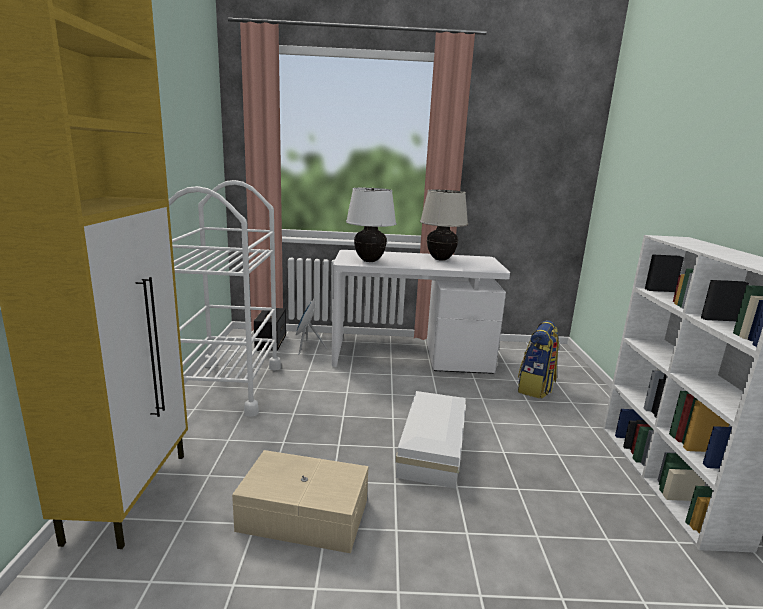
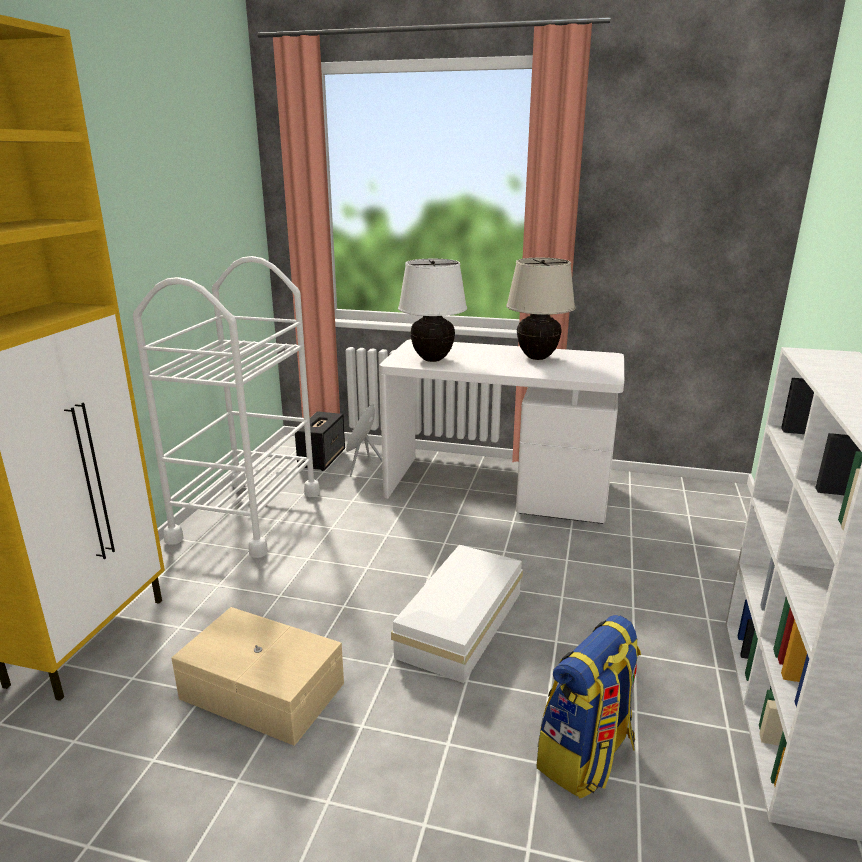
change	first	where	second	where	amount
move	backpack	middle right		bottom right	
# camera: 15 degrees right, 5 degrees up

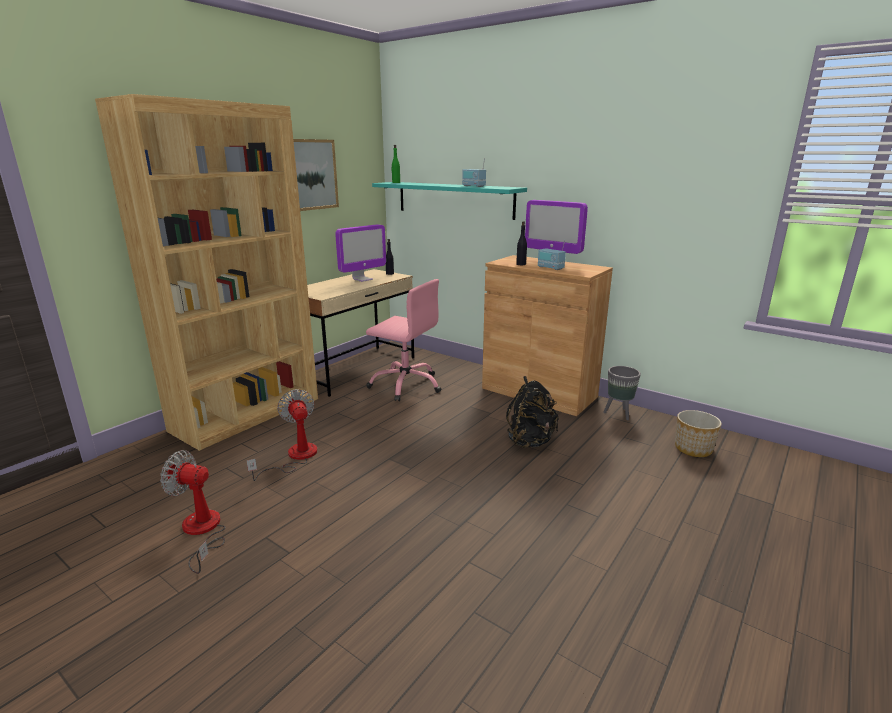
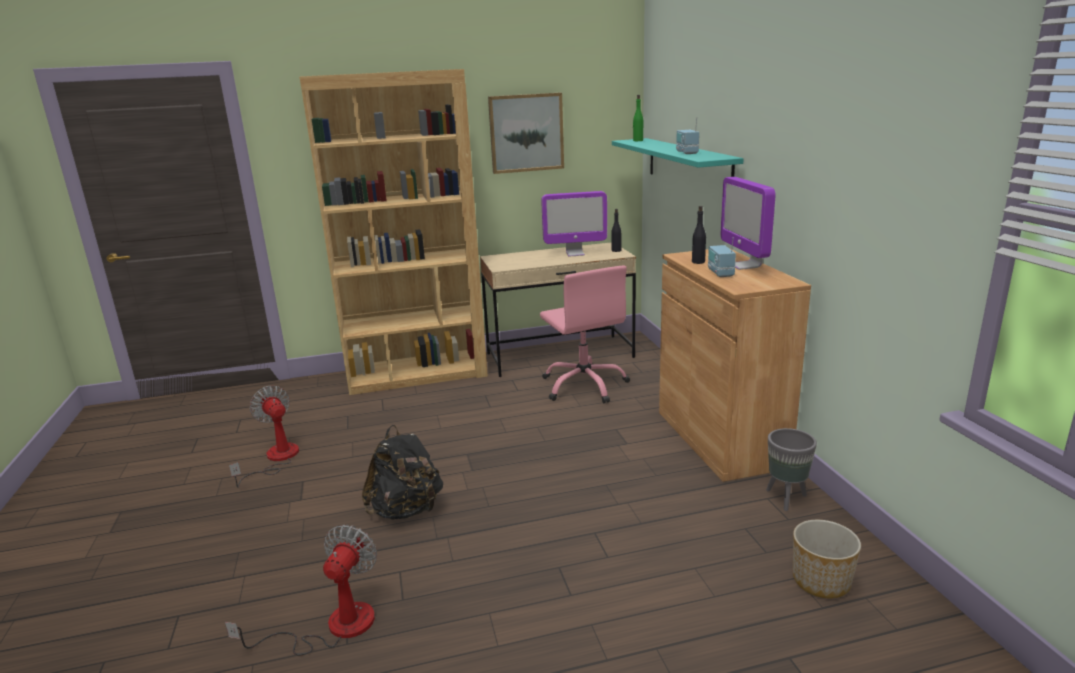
change	first	where	second	where	amount
move	black backpack	centre		bottom centre	
move	fan (2nd from left)	middle left		bottom left	
# camera: 40 degrees right, 0 degrees up

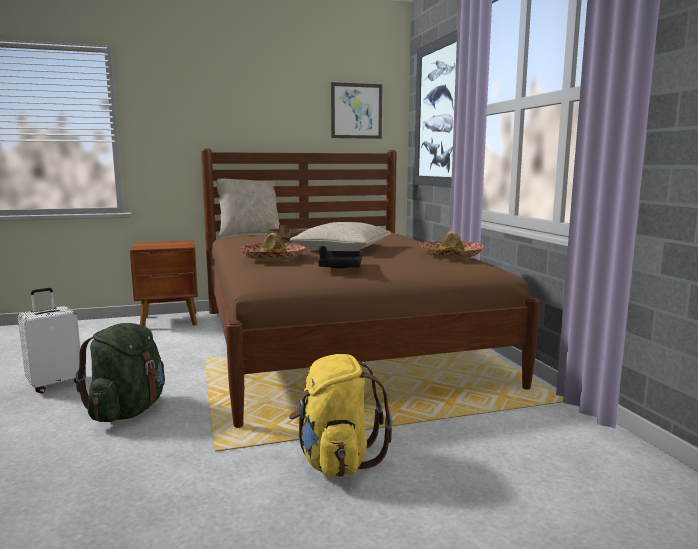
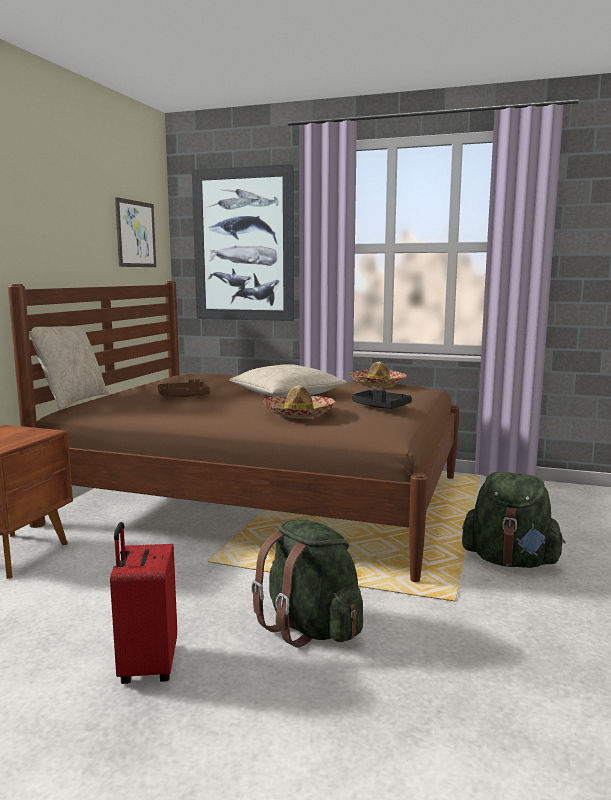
change	first	where	second	where	amount
recolor	white suitcase	middle left	red suitcase	bottom left	
recolor	yellow backpack	bottom centre	green backpack (2nd from left)	middle right	
# camera: 55 degrees left, 0 degrees up

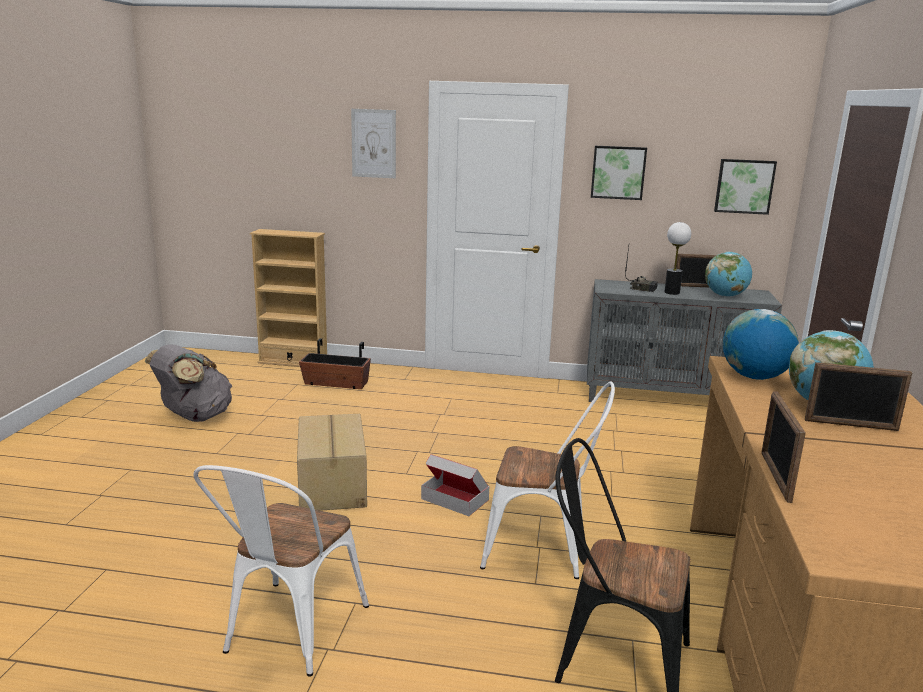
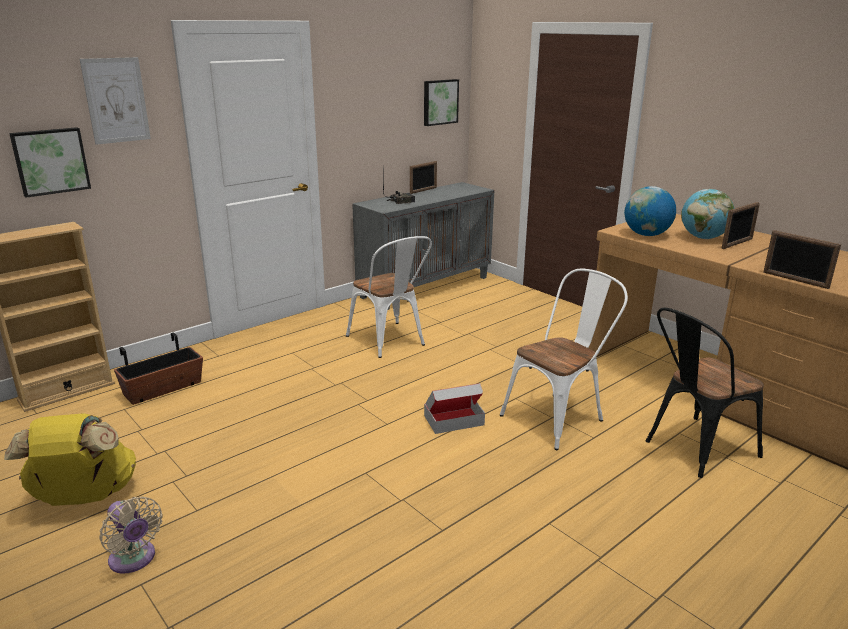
change	first	where	second	where	amount
move	picture (2nd from left in the first image)	top right	picture (1st from left)	top left	
delete	table lamp	middle right			
delete	globe (1st from left)	middle right			
recolor	grey backpack	middle left	yellow backpack	bottom left	
delete	cardboard box (1st from left)	bottom centre			
move	white chair (1st from left)	bottom left		centre	
insert			beige fan	bottom left	
# camera: 50 degrees left, 5 degrees up

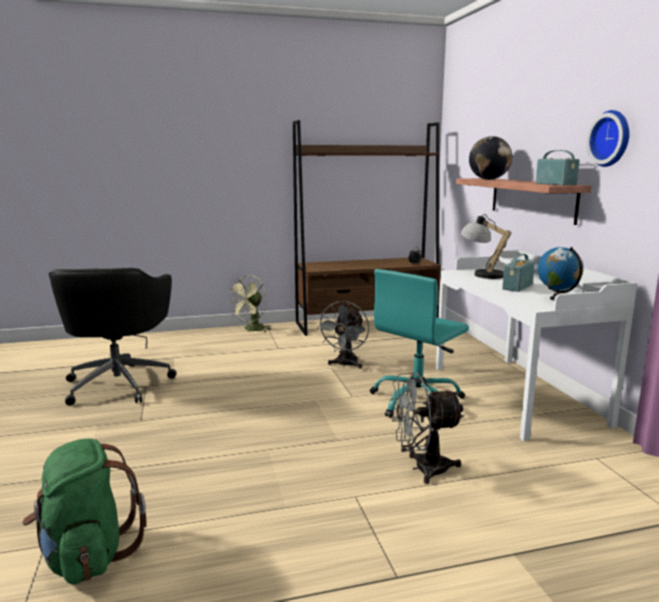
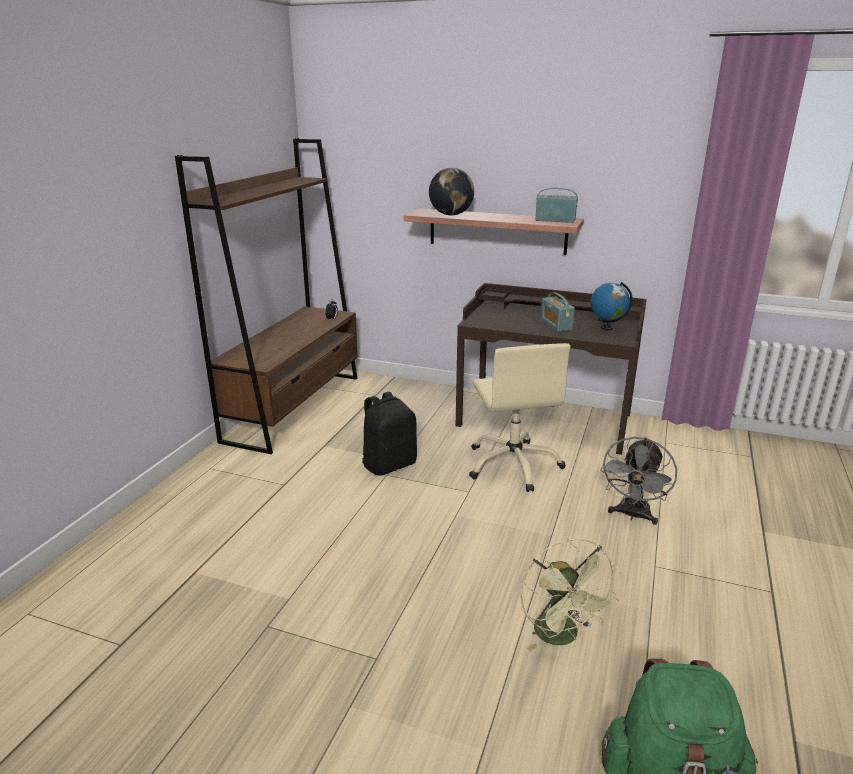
change	first	where	second	where	amount
delete	wall clock	top right			
delete	table lamp	middle right			
recolor	white desk	middle right	brown desk	centre	
delete	black office chair	middle left			
recolor	turquoise office chair	centre	beige office chair	centre	
move	green fan	centre		bottom right	
replace	grey fan (1st from left)	centre	black backpack	centre	
# camera: 55 degrees left, 10 degrees up

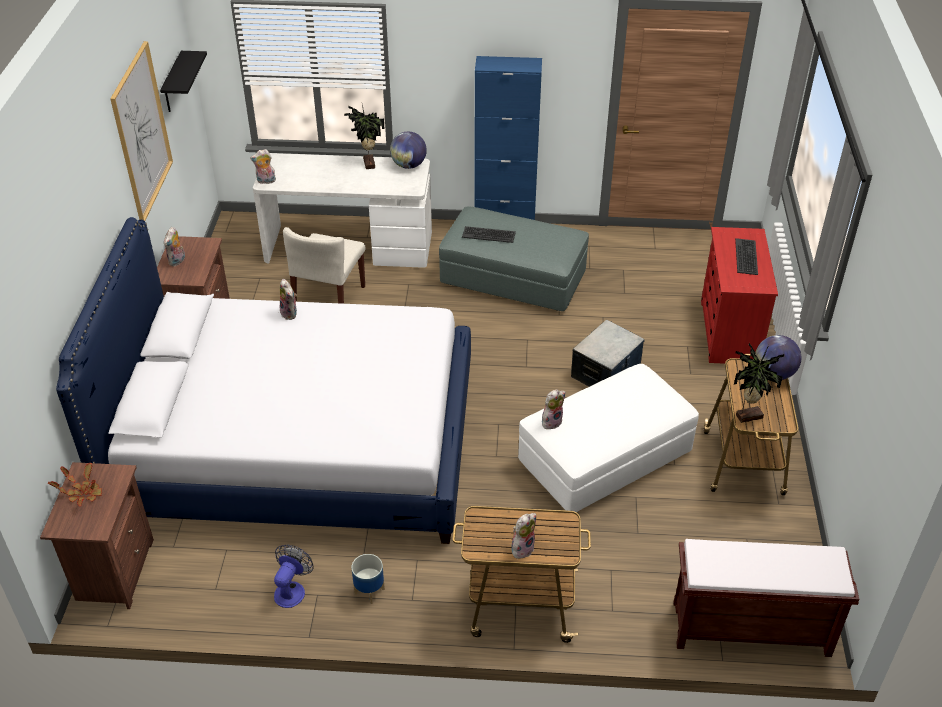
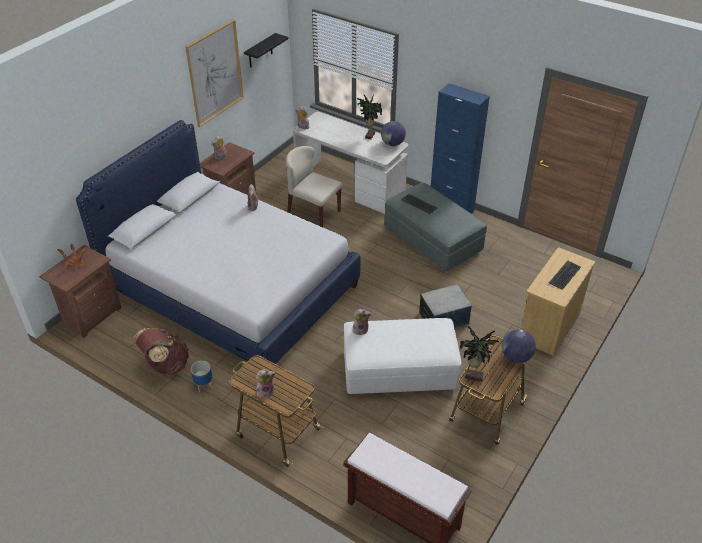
change	first	where	second	where	amount
rotate	beige chair	centre		centre	75 degrees clockwise
recolor	red dresser	middle right	beige dresser	middle right	
replace	fan	bottom left	brown backpack	middle left	
# camera: 30 degrees right, 0 degrees up

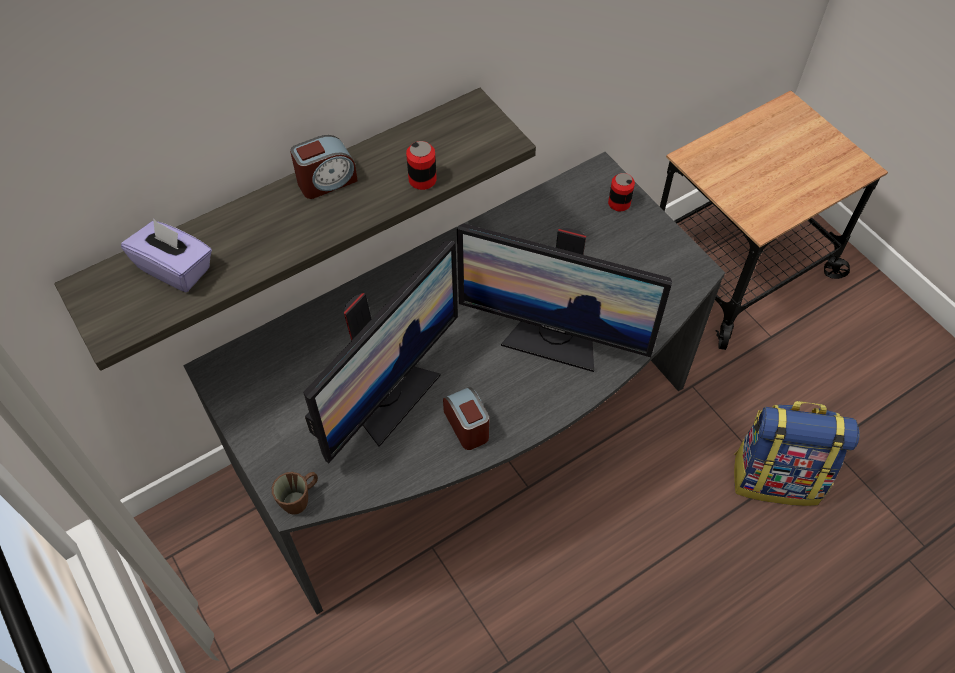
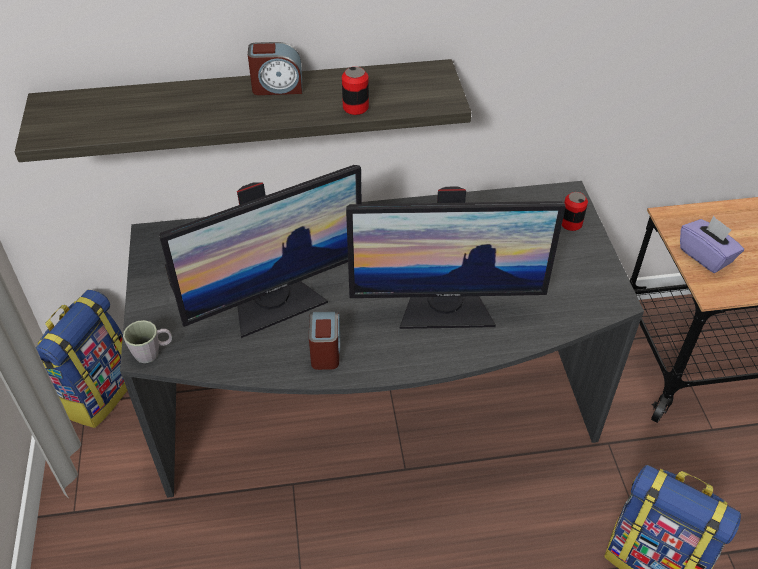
change	first	where	second	where	amount
move	purple tissue box	middle left		middle right	
rotate	monitor (2nd from left)	centre		centre	45 degrees counterclockwise
recolor	brown mug	bottom left	grey mug	middle left	
insert			backpack (1st from left)	middle left	
# camera: 25 degrees right, 10 degrees down

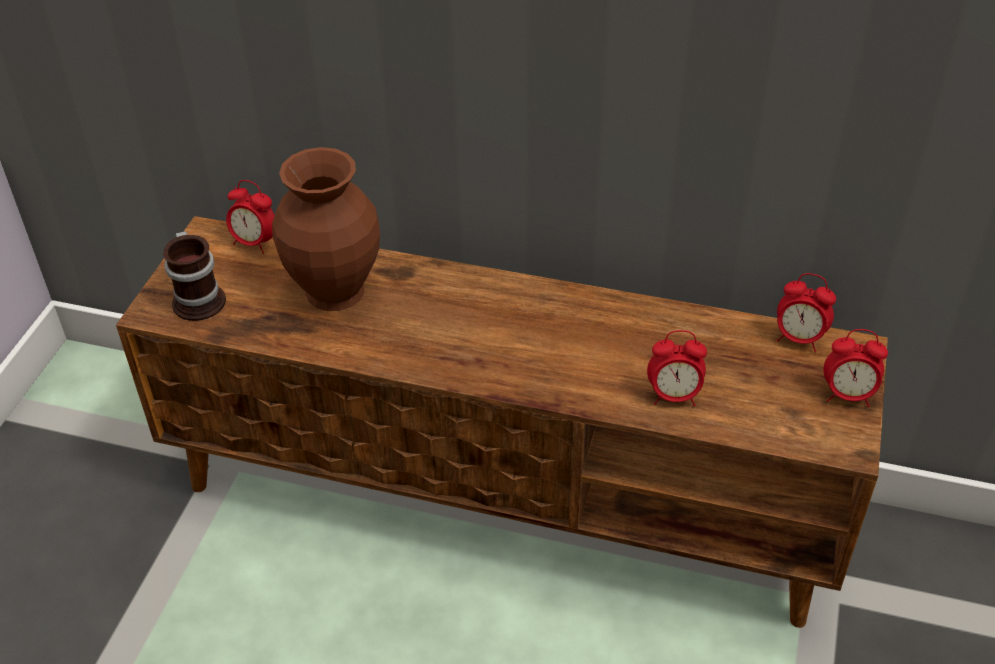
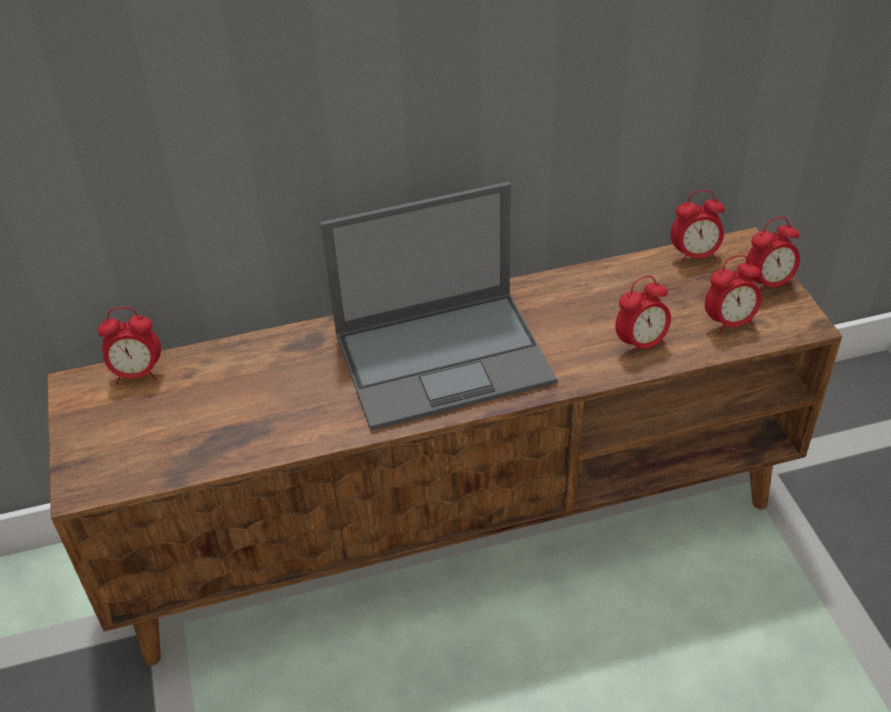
change	first	where	second	where	amount
delete	brown vase	middle left			
delete	mug	middle left			
insert			laptop	centre	
insert			alarm clock (4th from left)	middle right	
# camera: 30 degrees left, 0 degrees up

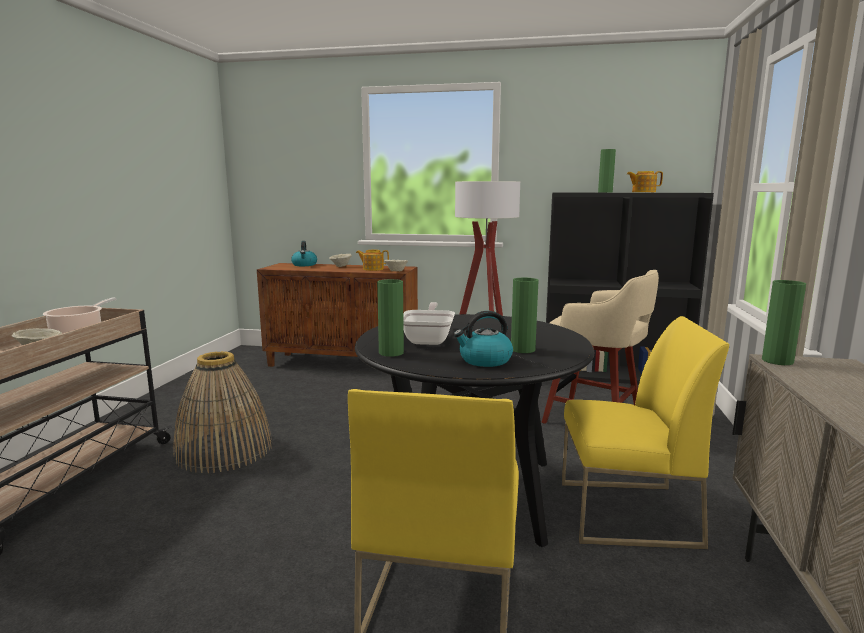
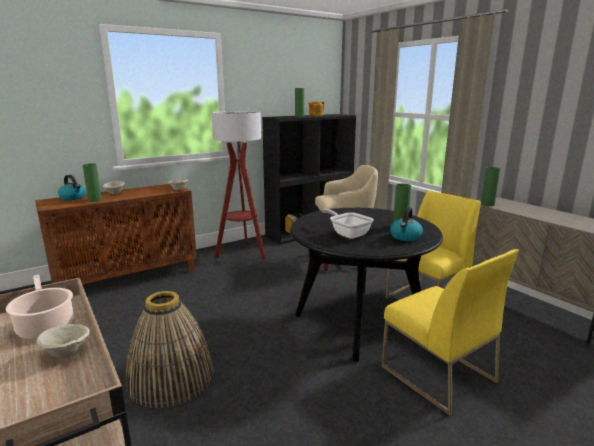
change	first	where	second	where	amount
delete	teapot (1st from left)	centre			
move	green vase (1st from left)	centre		middle left	
# camera: 45 degrees left, 5 degrees up

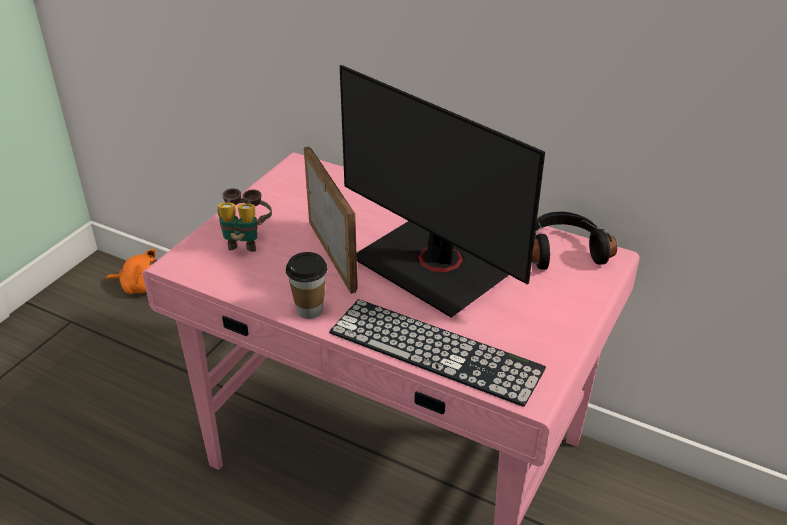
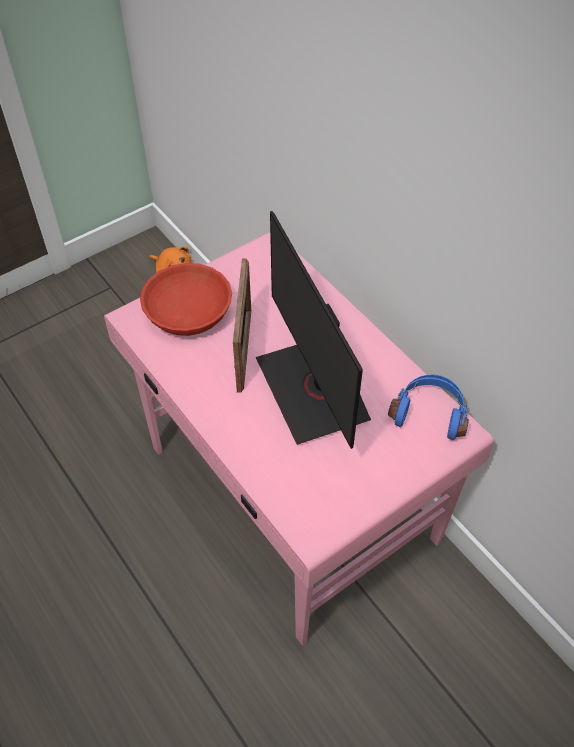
change	first	where	second	where	amount
replace	binoculars	middle left	red bowl	middle left	
recolor	black headphones	middle right	blue headphones	middle right	
delete	cup	centre			
delete	keyboard	bottom centre			
# camera: 25 degrees right, 15 degrees up

